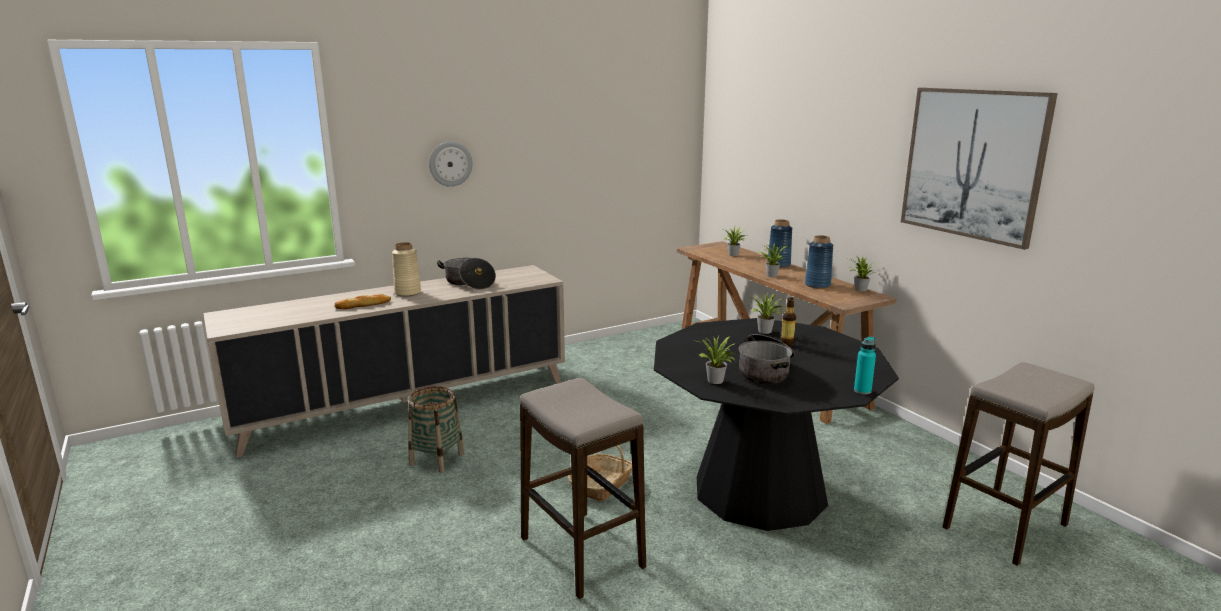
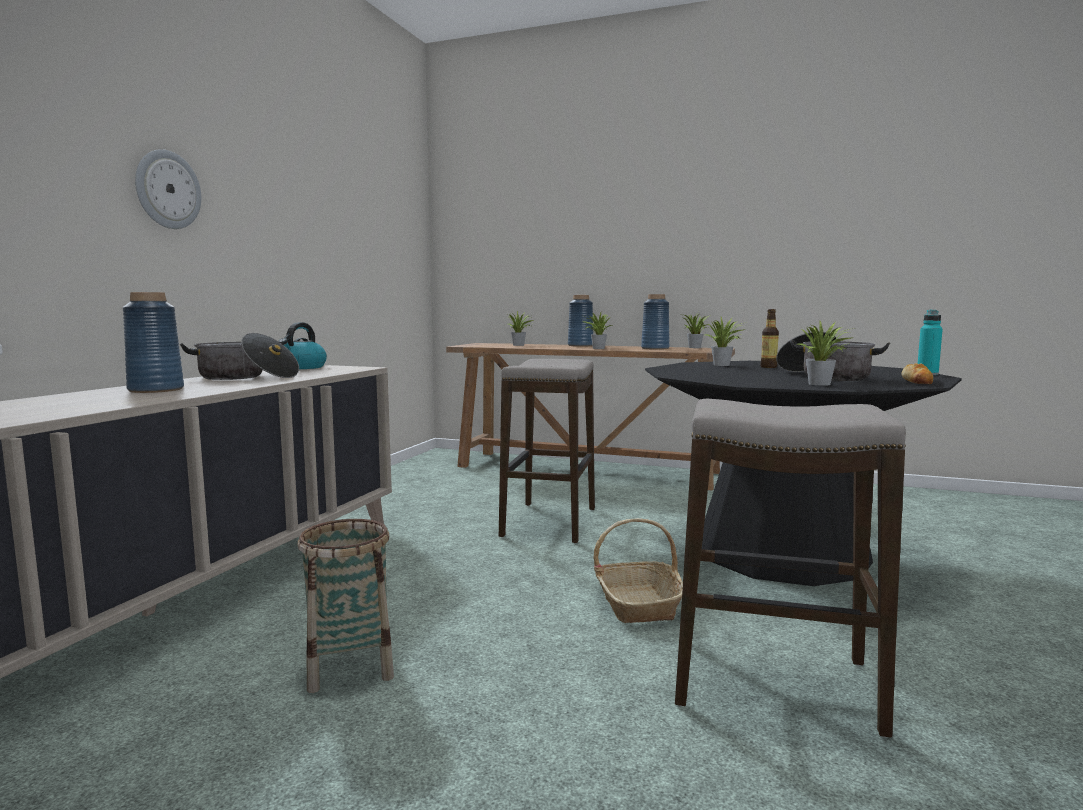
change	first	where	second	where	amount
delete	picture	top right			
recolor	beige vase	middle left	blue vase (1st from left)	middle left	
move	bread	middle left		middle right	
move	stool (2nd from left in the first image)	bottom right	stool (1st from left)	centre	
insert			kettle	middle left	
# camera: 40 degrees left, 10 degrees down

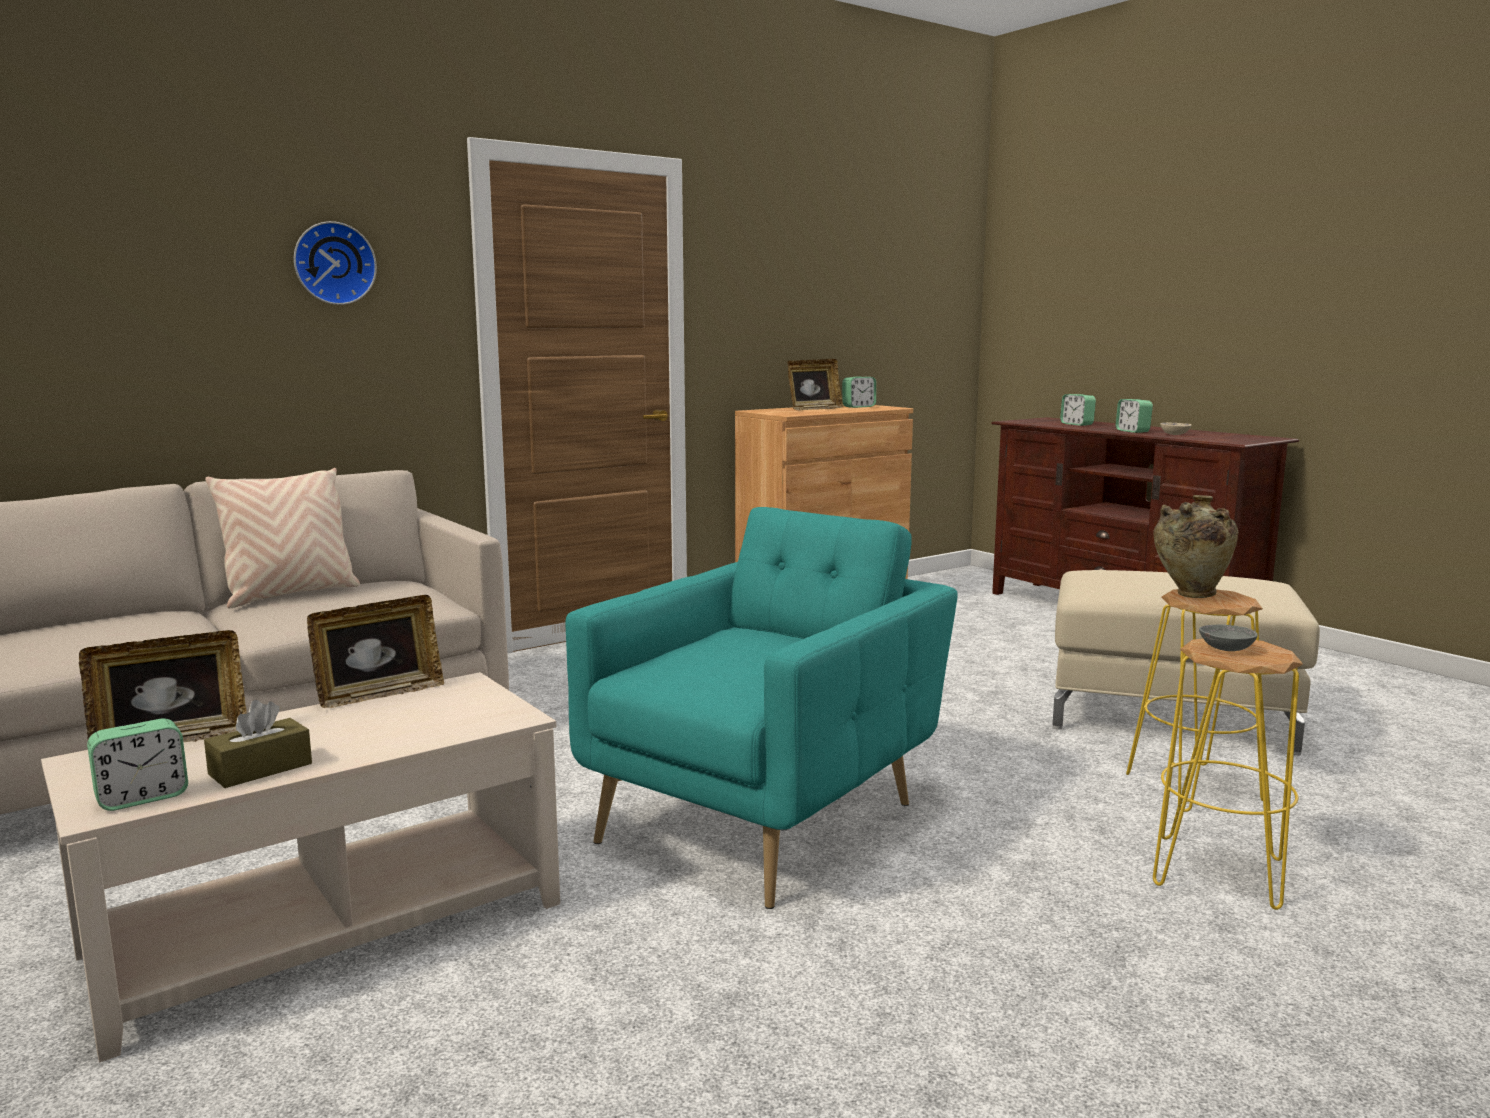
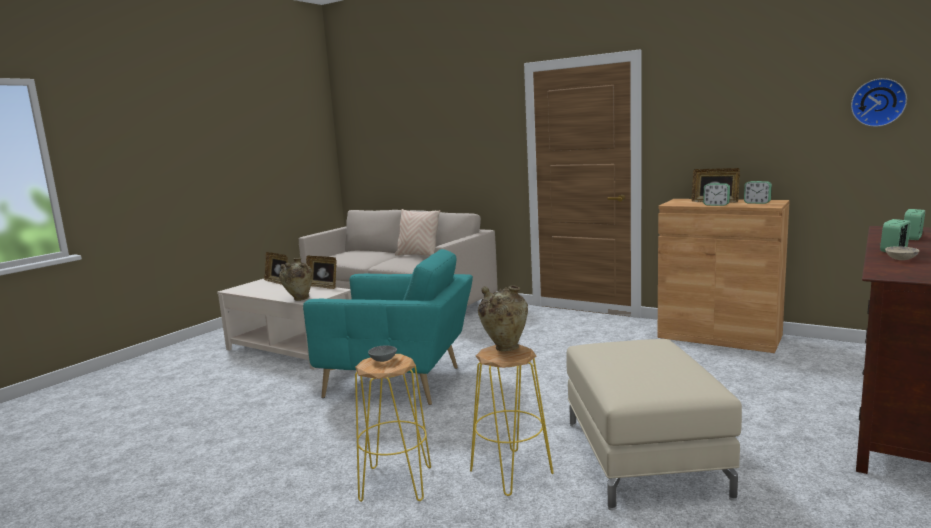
change	first	where	second	where	amount
move	wall clock	top left		top right	
delete	brown tissue box	middle left			
move	alarm clock (1st from left)	bottom left		middle right	
insert			beige vase (1st from left)	middle left	
# camera: 70 degrees right, 0 degrees up

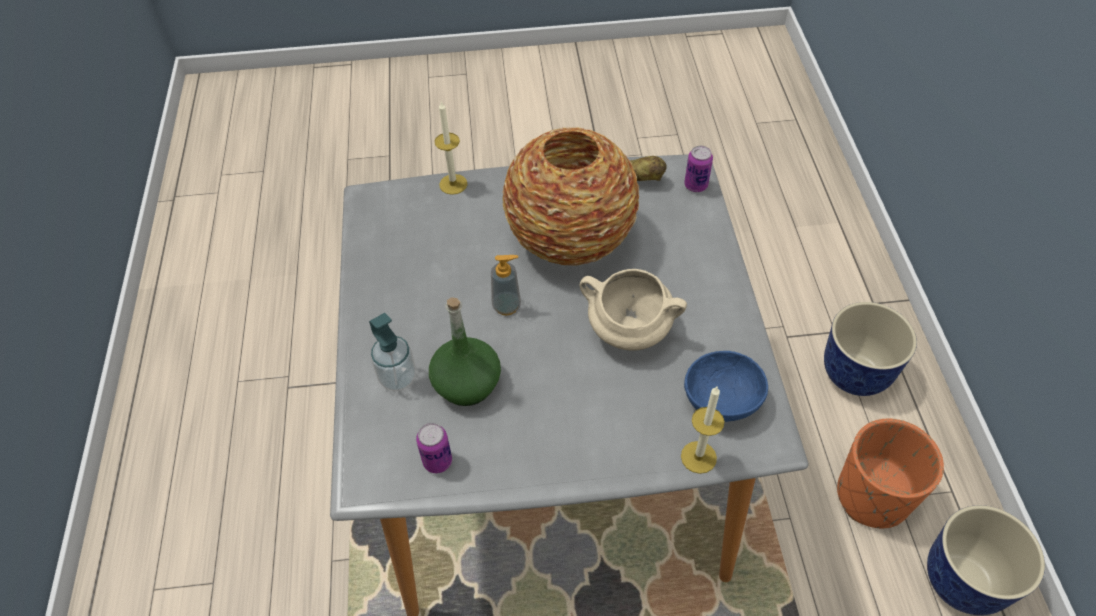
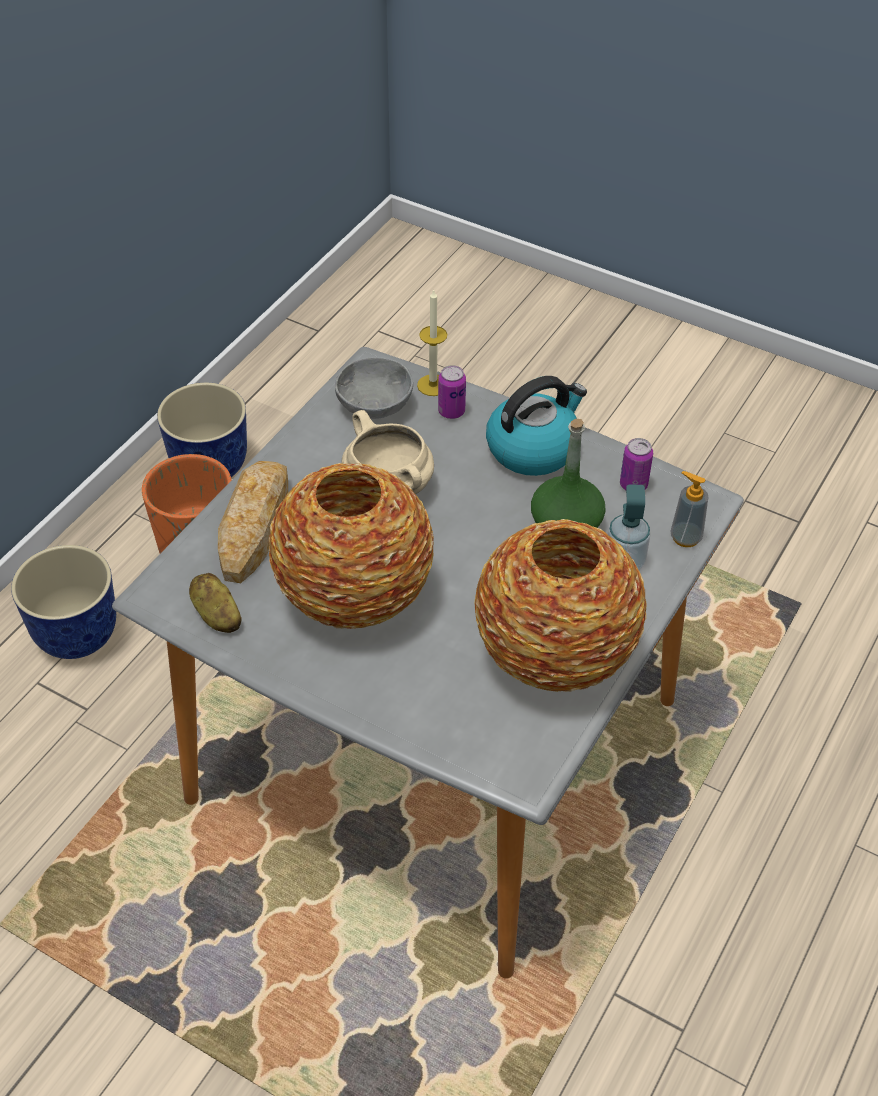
change	first	where	second	where	amount
delete	candle (1st from left)	top centre			
move	can (2nd from left in the first image)	top centre	can (1st from left)	centre	
move	soap dispenser (2nd from left)	centre		middle right	
recolor	blue bowl	centre	grey bowl	centre	
insert			kettle	centre	
insert			bread	middle left	
insert			vase (2nd from left)	centre	
# camera: 145 degrees left, 5 degrees down

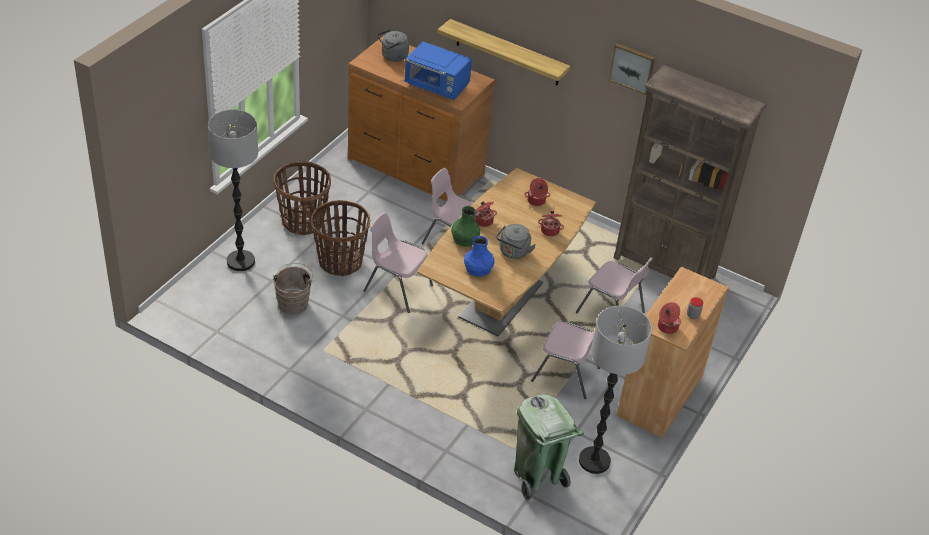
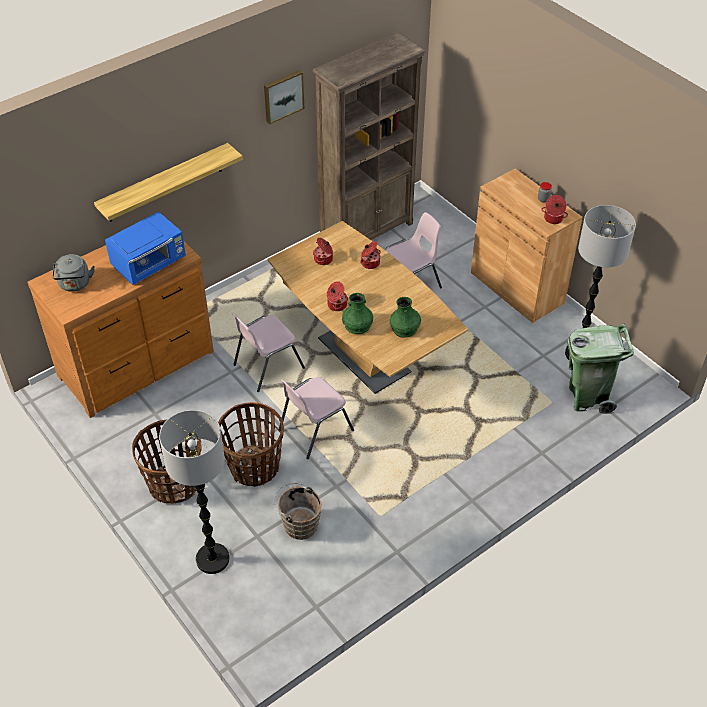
change	first	where	second	where	amount
delete	grey kettle (2nd from left)	centre			
recolor	blue vase	centre	green vase (2nd from left)	centre	
delete	pink chair (3rd from left)	bottom centre			
# camera: 65 degrees left, 5 degrees up

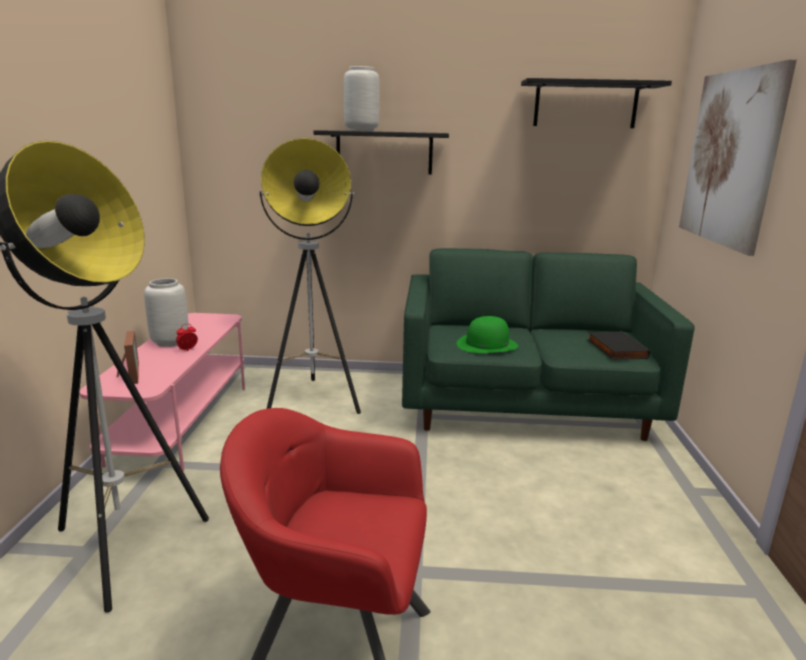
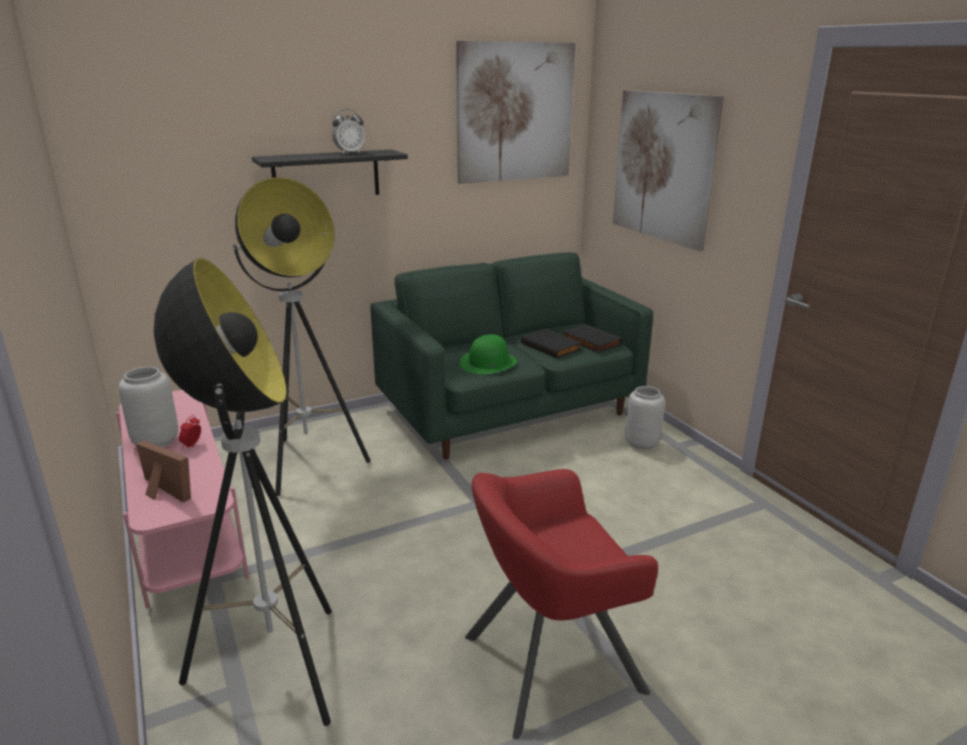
change	first	where	second	where	amount
move	grey vase (2nd from left)	top centre		middle right	
replace	black shelf (2nd from left)	top right	picture (1st from left)	top centre	
insert			alarm clock (2nd from left)	top centre	
insert			black book (1st from left)	centre	
# camera: 30 degrees left, 5 degrees up

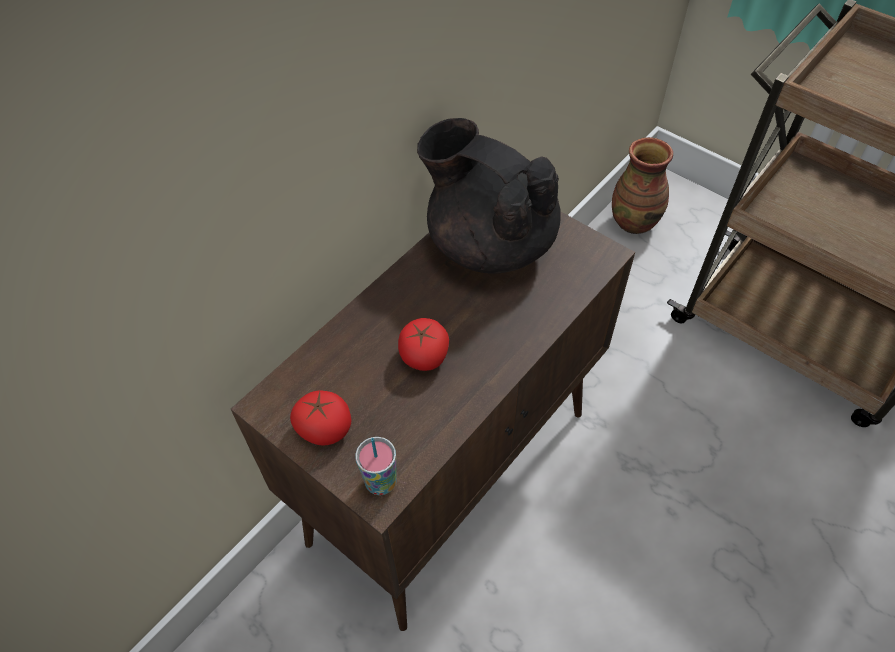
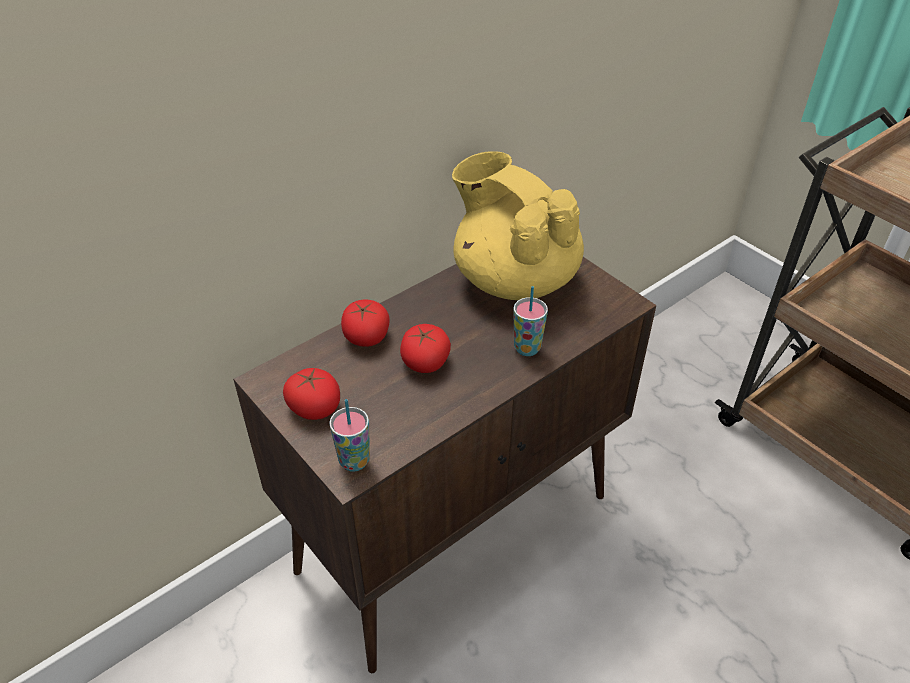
change	first	where	second	where	amount
recolor	black teapot	top centre	yellow teapot	top centre	
delete	vase	top right			
insert			cup (2nd from left)	centre	
insert			tomato (2nd from left)	centre	
# camera: 10 degrees right, 10 degrees down

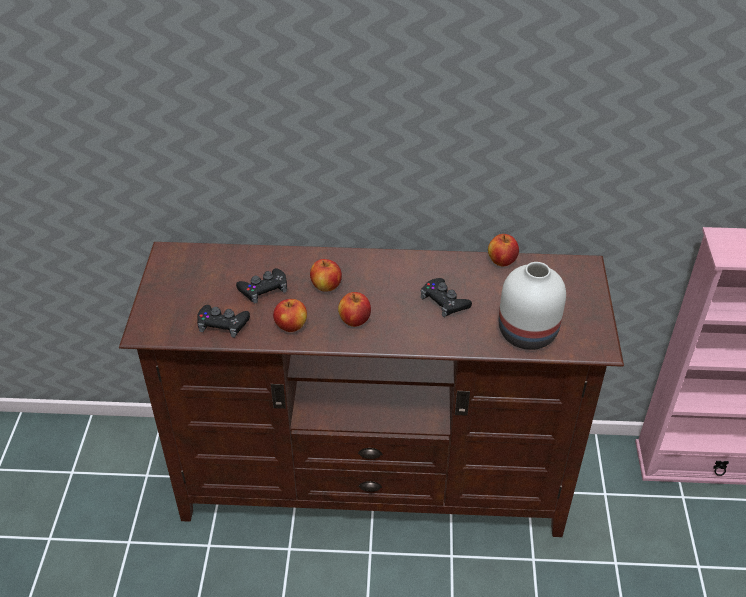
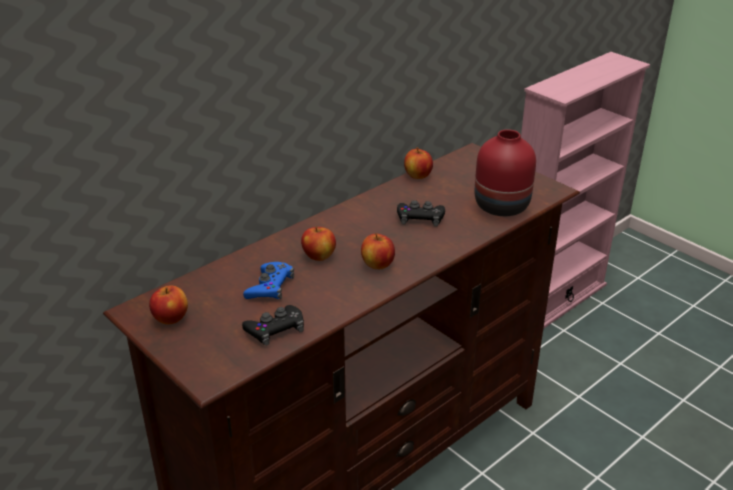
change	first	where	second	where	amount
recolor	white vase	middle right	red vase	middle right	
recolor	black game controller (2nd from left)	centre	blue game controller	centre	
move	apple (1st from left)	centre		middle left	
# camera: 45 degrees left, 10 degrees down

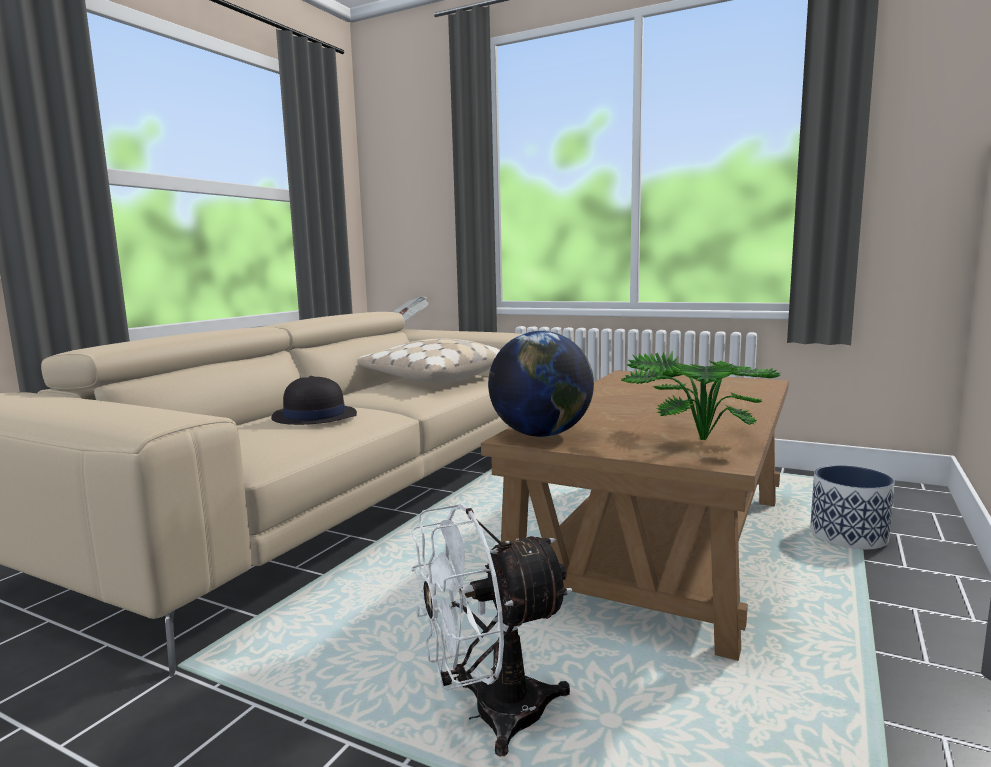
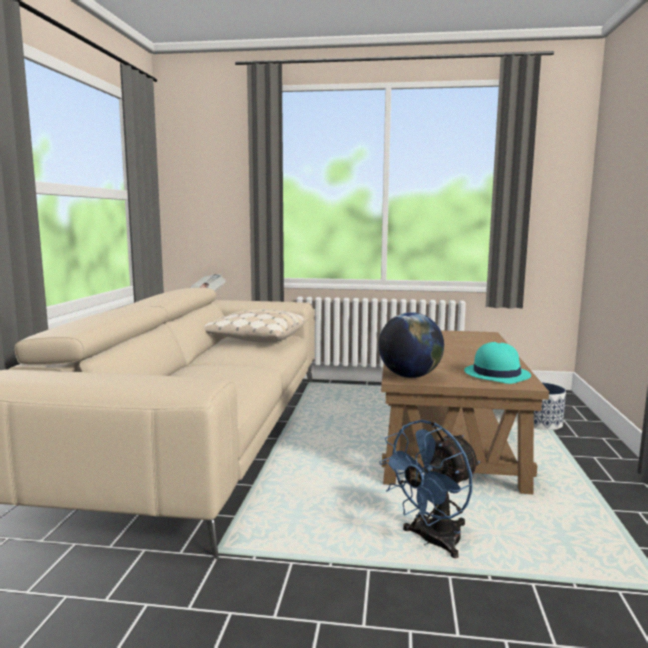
change	first	where	second	where	amount
replace	potted plant	middle right	turquoise hat	middle right	
delete	black hat	middle left			
recolor	white fan	bottom centre	blue fan	bottom centre	
# camera: 20 degrees left, 0 degrees up

